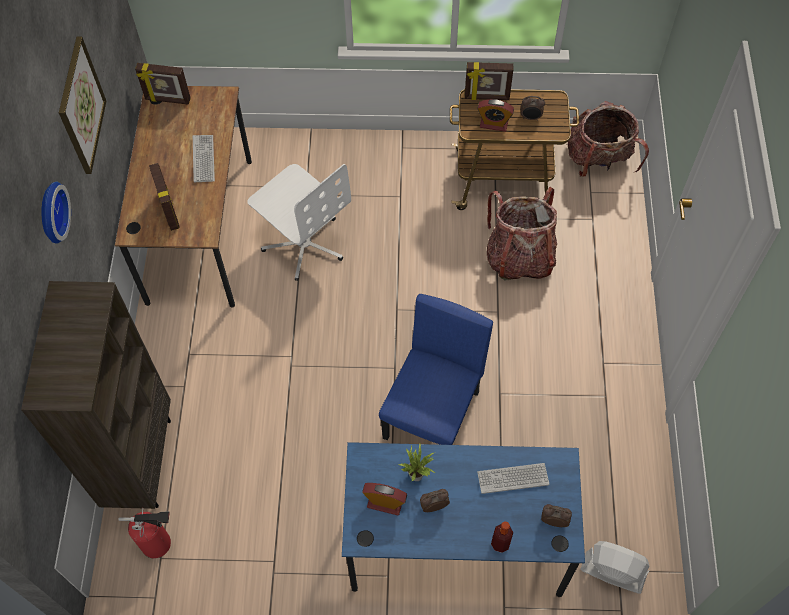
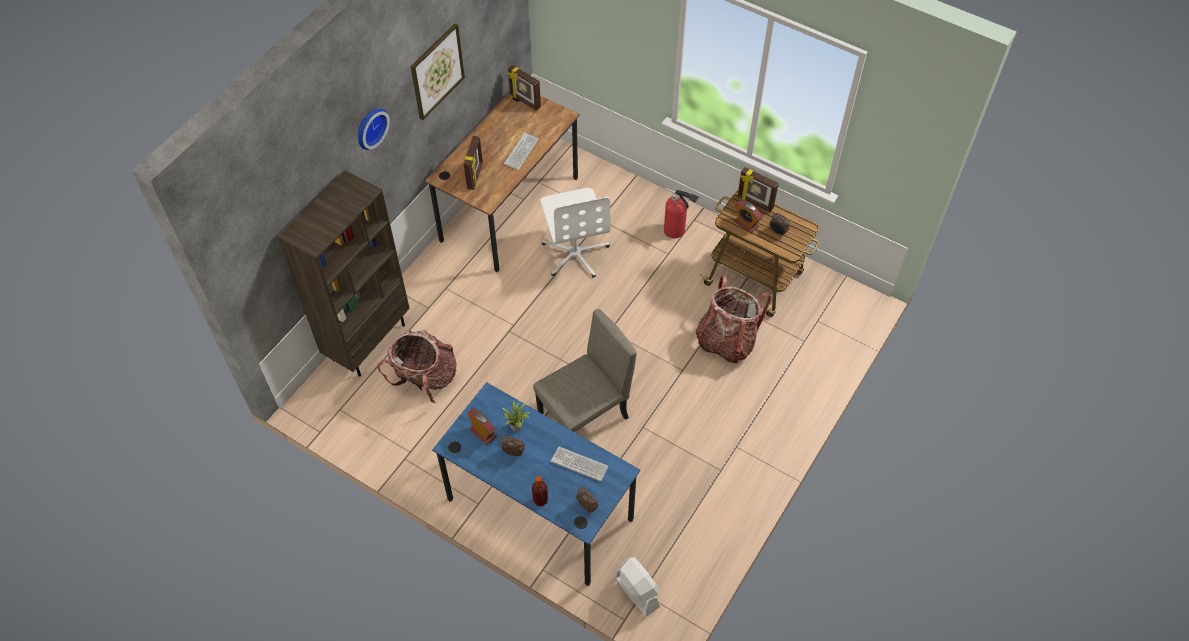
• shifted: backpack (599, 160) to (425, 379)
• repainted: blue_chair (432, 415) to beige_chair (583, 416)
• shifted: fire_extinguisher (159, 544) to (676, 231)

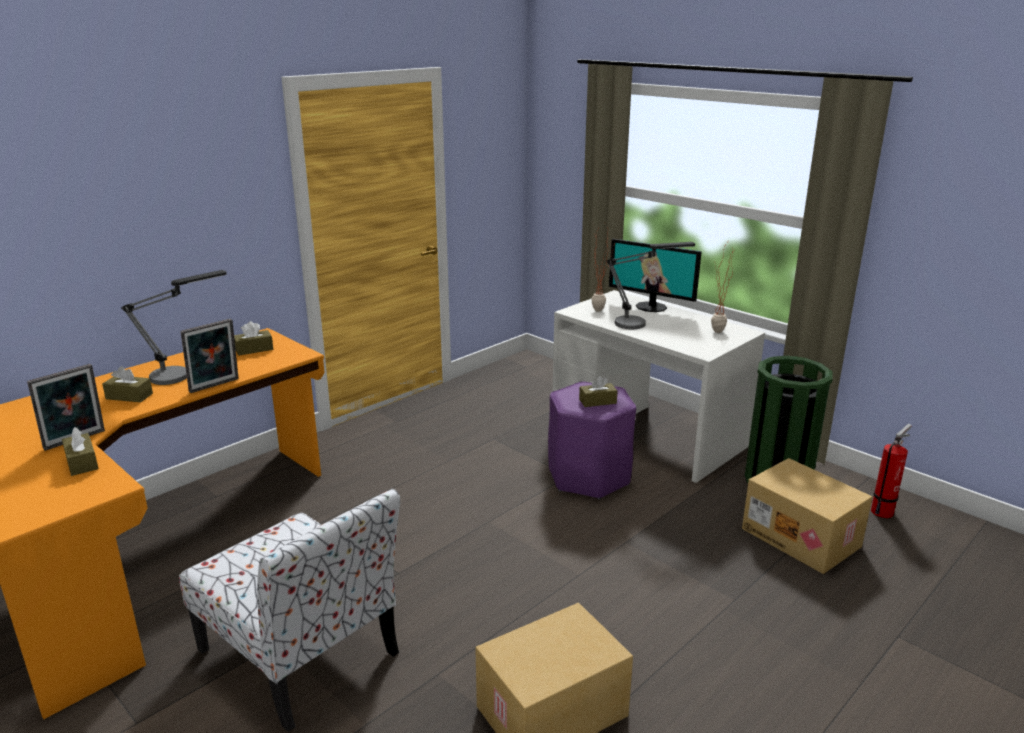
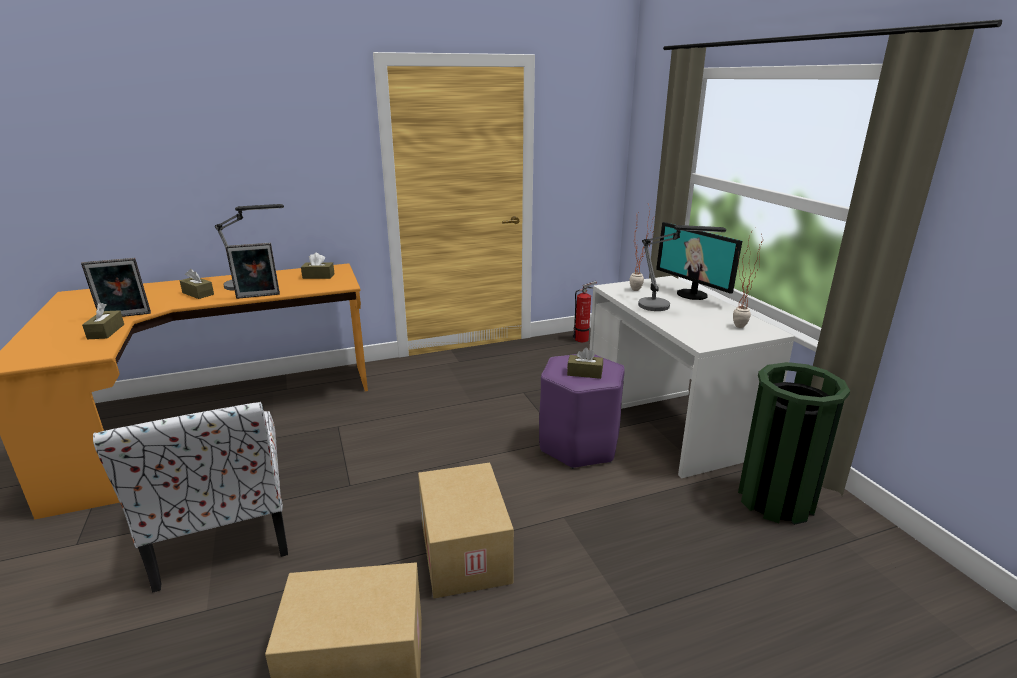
• shifted: cardboard_box (802, 537) to (466, 551)
• shifted: fire_extinguisher (883, 511) to (583, 339)

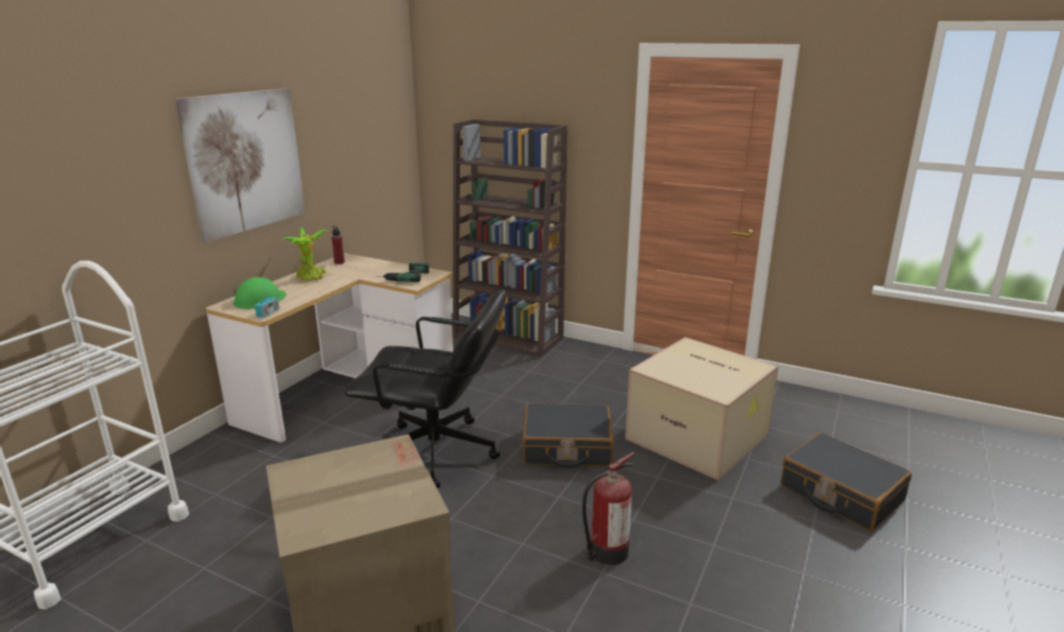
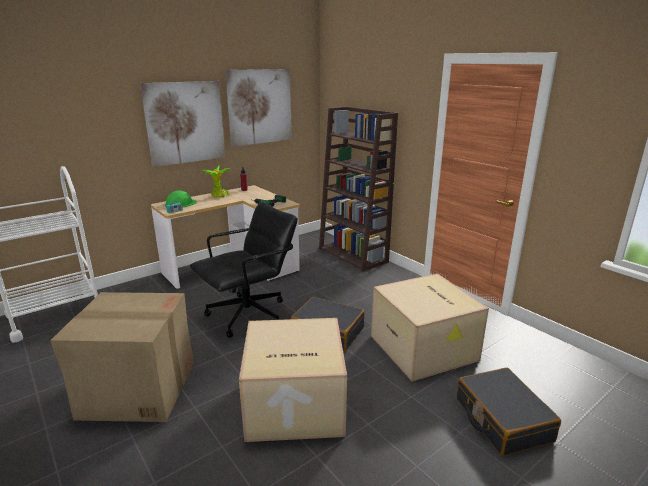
• rotated: black_office_chair (436, 453) = (249, 315) 75 degrees counterclockwise
• new: picture (260, 107)
• swapped: fire_extinguisher (607, 552) to cardboard_box (293, 404)

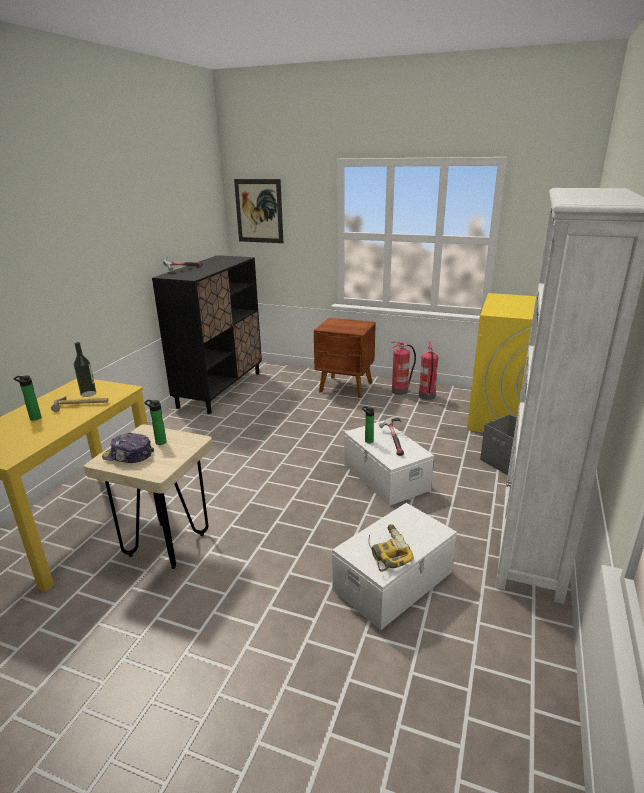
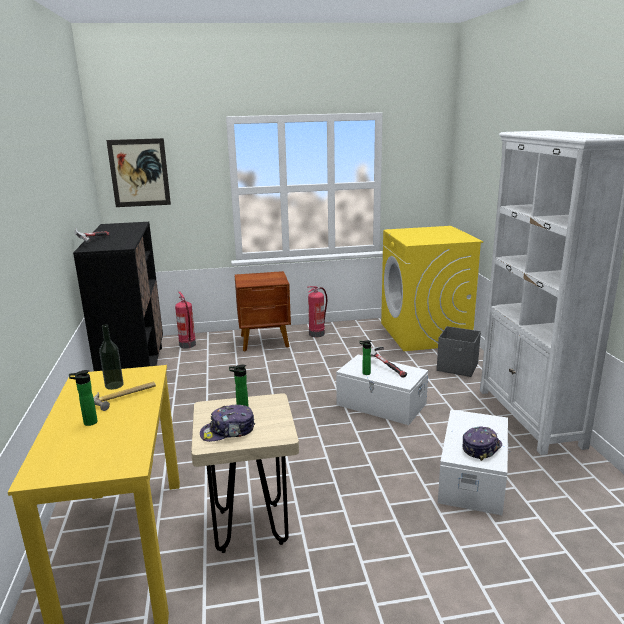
• shifted: fire_extinguisher (427, 396) to (188, 345)
• swapped: power_drill (387, 552) to cap (481, 448)

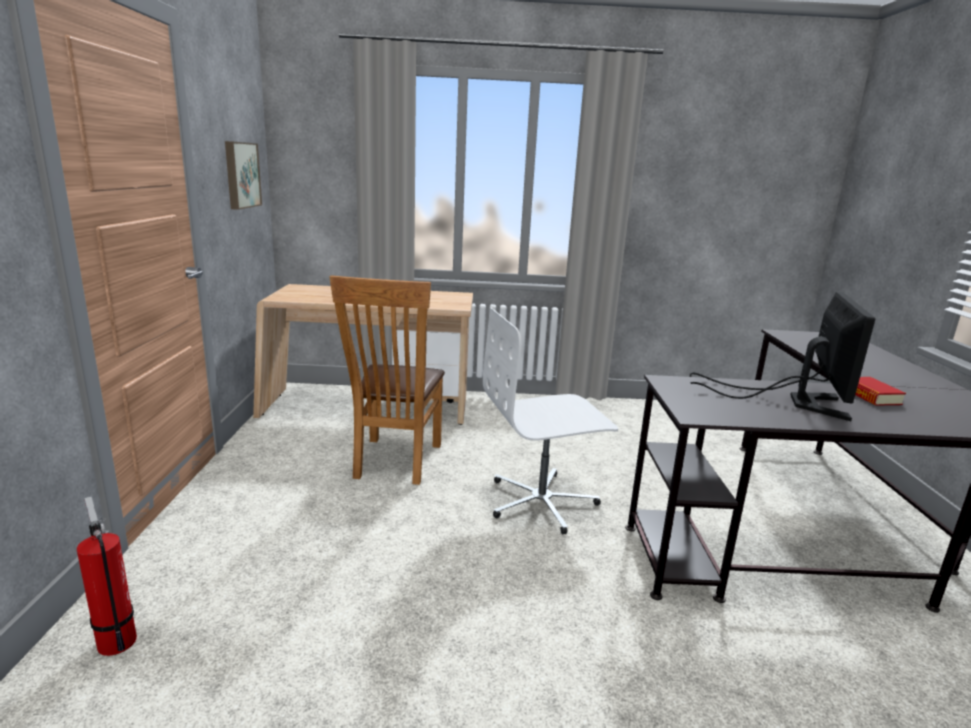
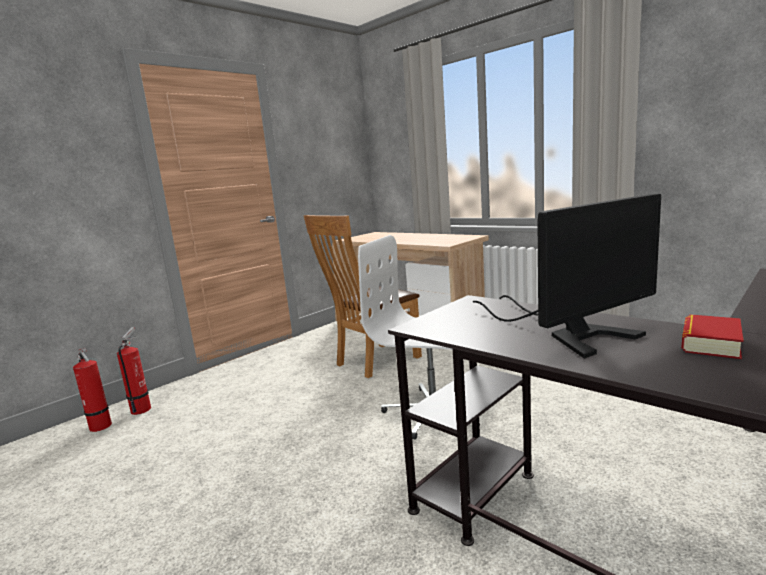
• new: fire_extinguisher (101, 427)
• gone: picture (240, 175)

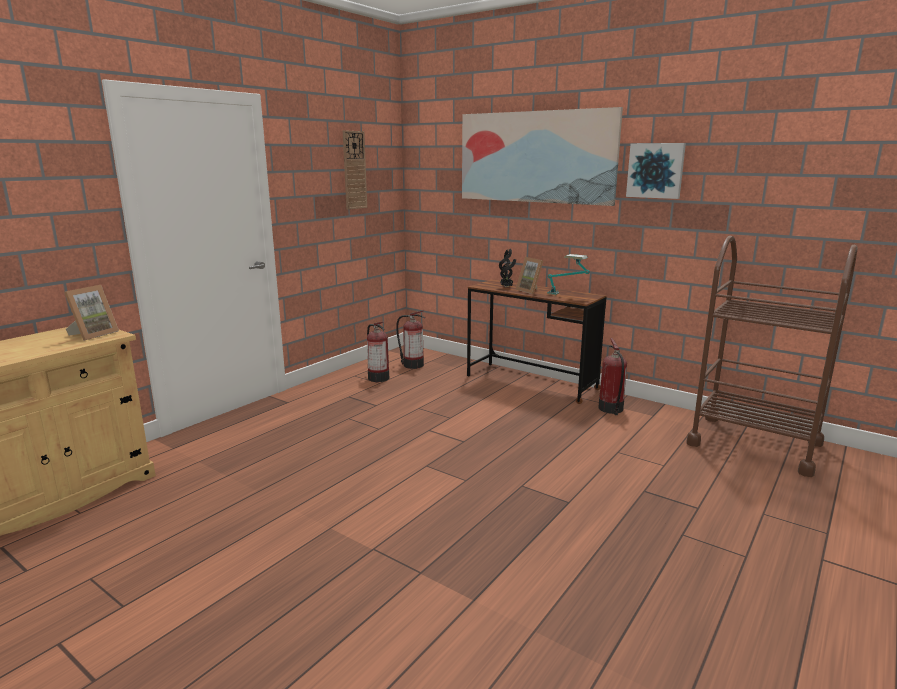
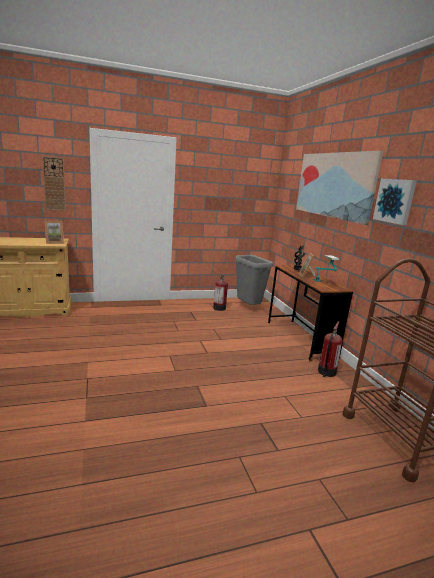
• shifted: wall_clock (354, 170) to (54, 184)
• swapped: fire_extinguisher (412, 365) to grey_trash_can (247, 307)

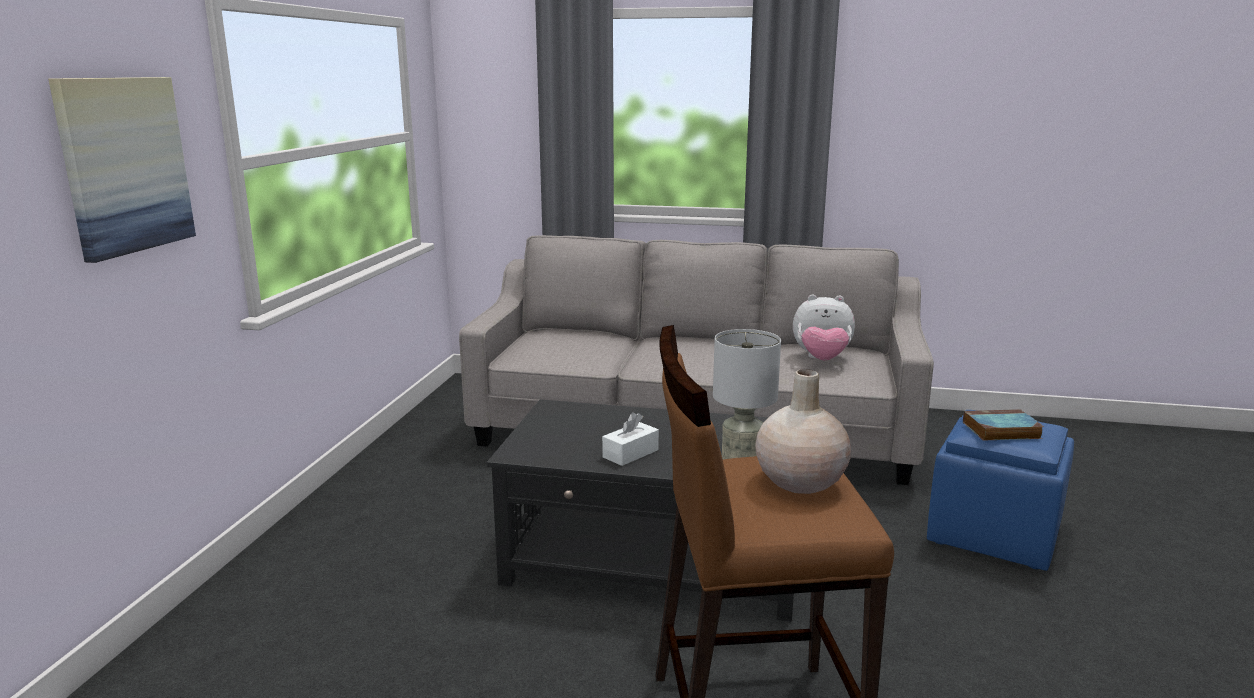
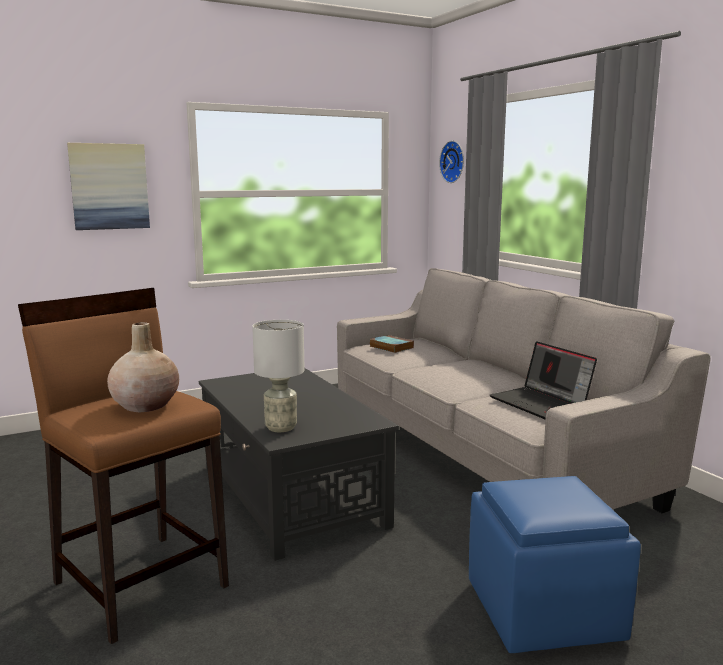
• shifted: book (1000, 430) to (390, 347)
• new: wall_clock (454, 162)
• swapped: plush_toy (821, 360) to laptop (541, 403)
• gone: white_tissue_box (630, 453)

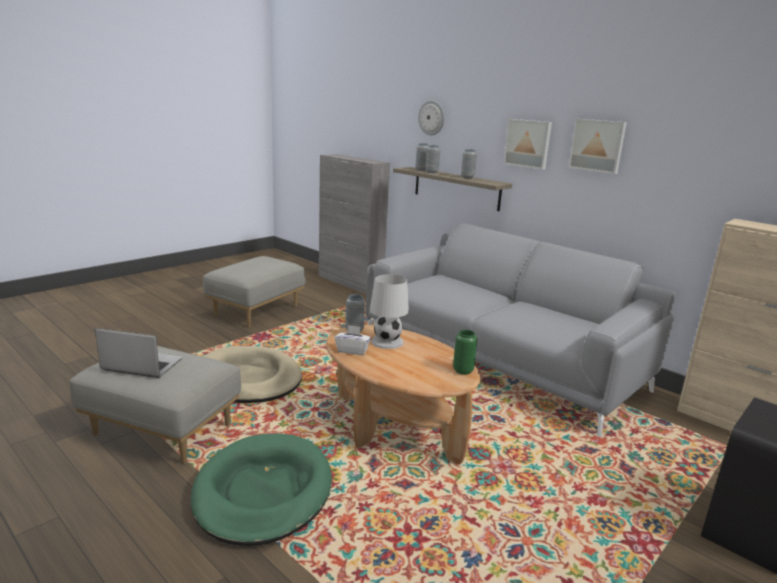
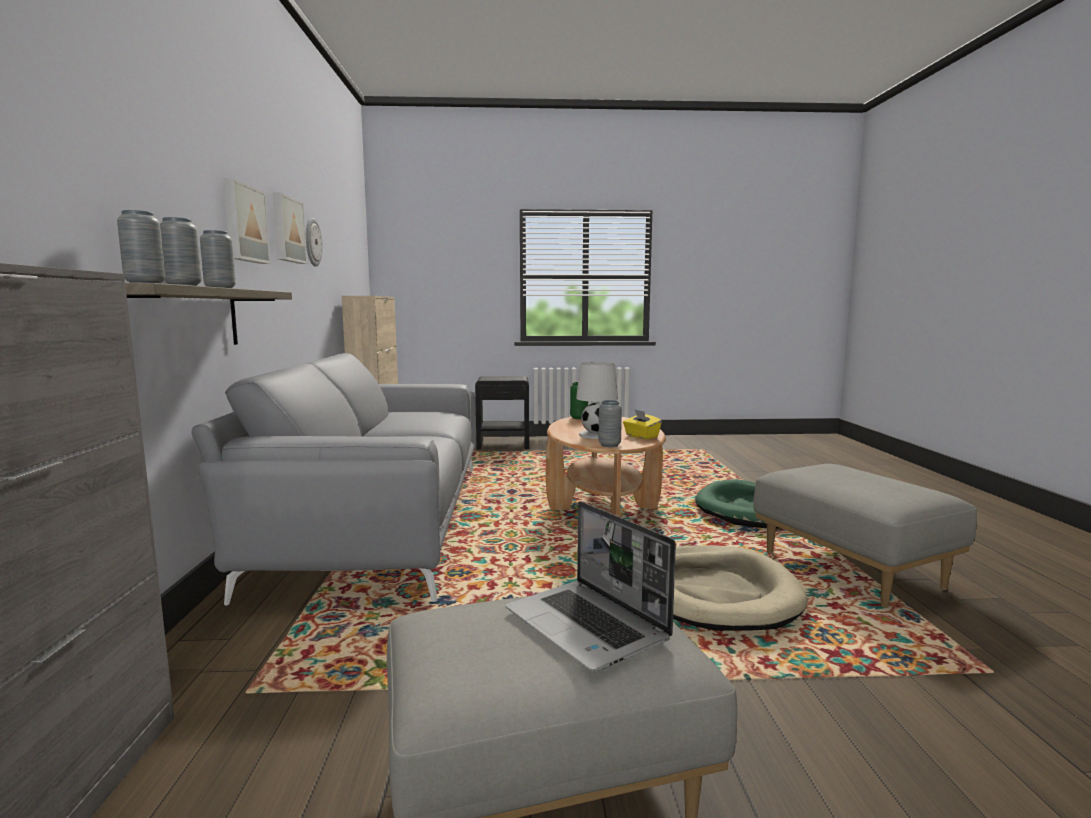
• shifted: wall_clock (431, 117) to (312, 242)
• shifted: laptop (141, 365) to (588, 626)
• repainted: white_tissue_box (352, 350) to yellow_tissue_box (641, 436)

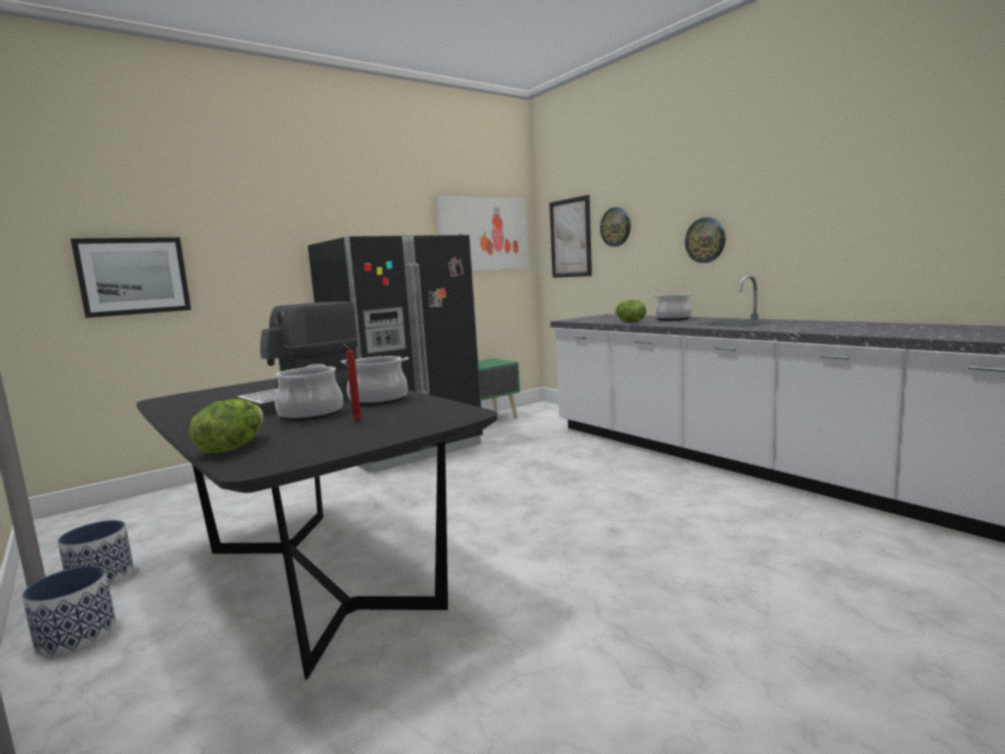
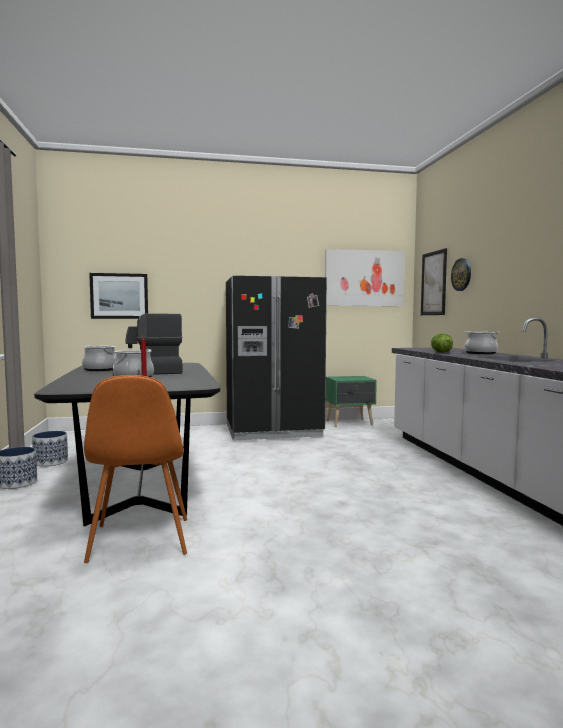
• shifted: cooking_pot (378, 400) to (100, 369)
• new: orange_chair (140, 541)
• gone: lettuce (231, 448)
• gone: wall_clock (705, 240)

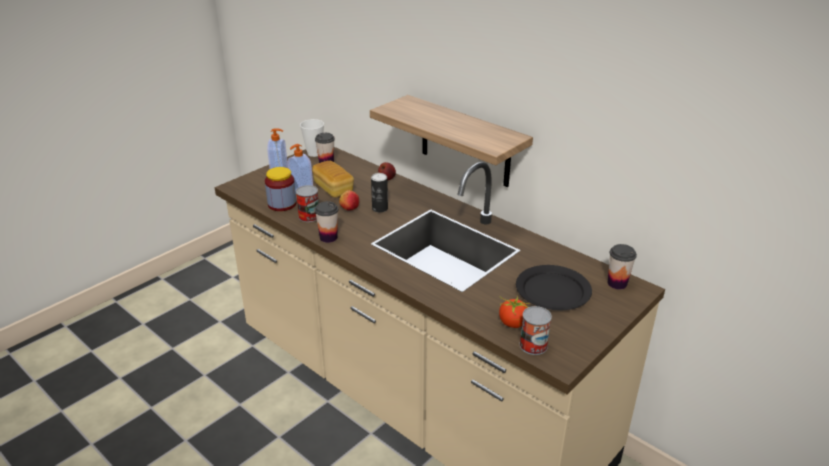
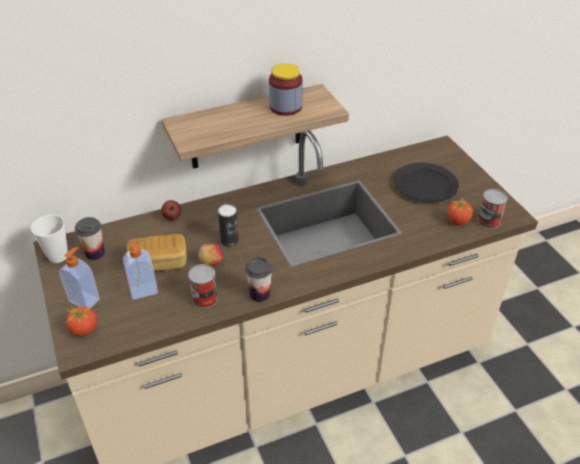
• new: tomato (84, 330)
• shifted: jar (282, 204) to (285, 107)
• gone: cup (617, 283)

